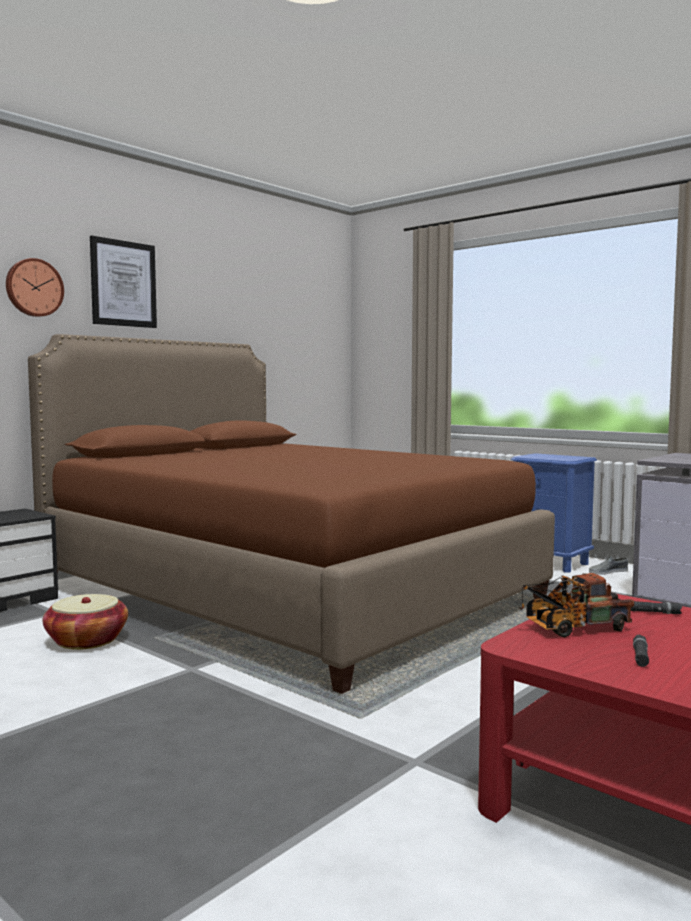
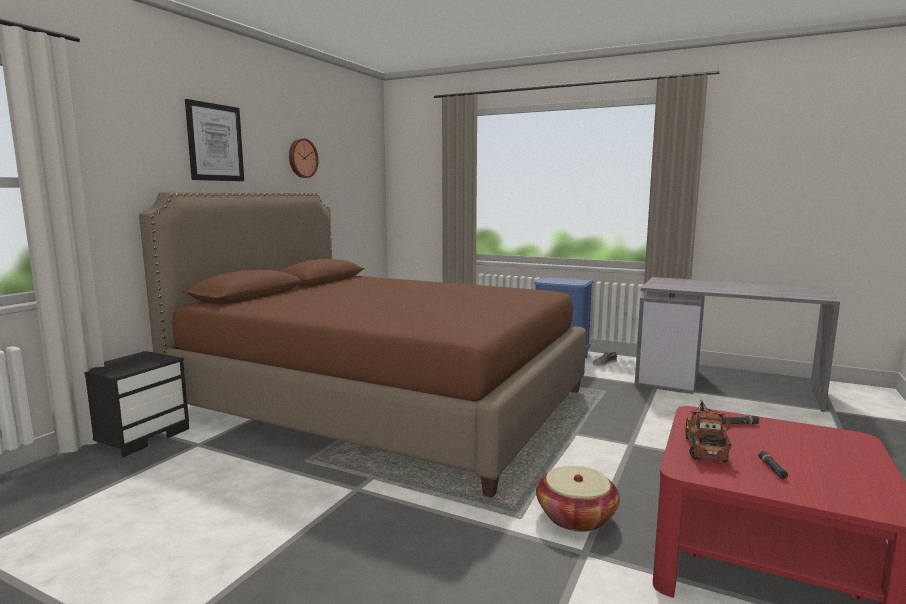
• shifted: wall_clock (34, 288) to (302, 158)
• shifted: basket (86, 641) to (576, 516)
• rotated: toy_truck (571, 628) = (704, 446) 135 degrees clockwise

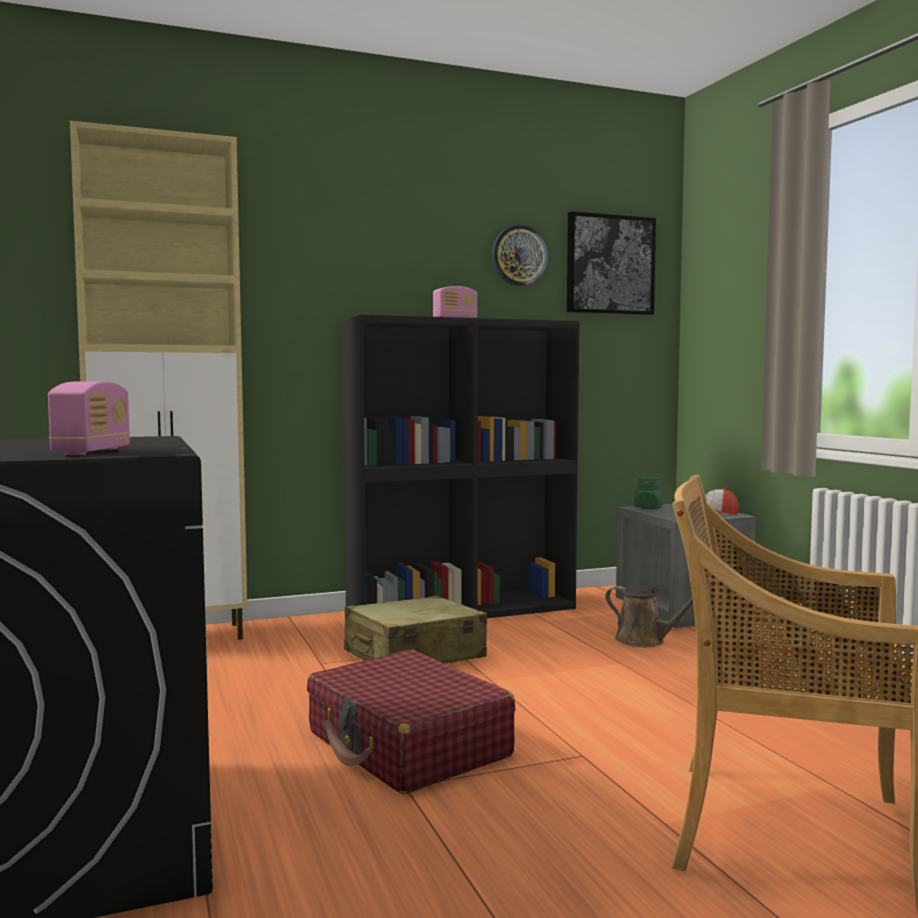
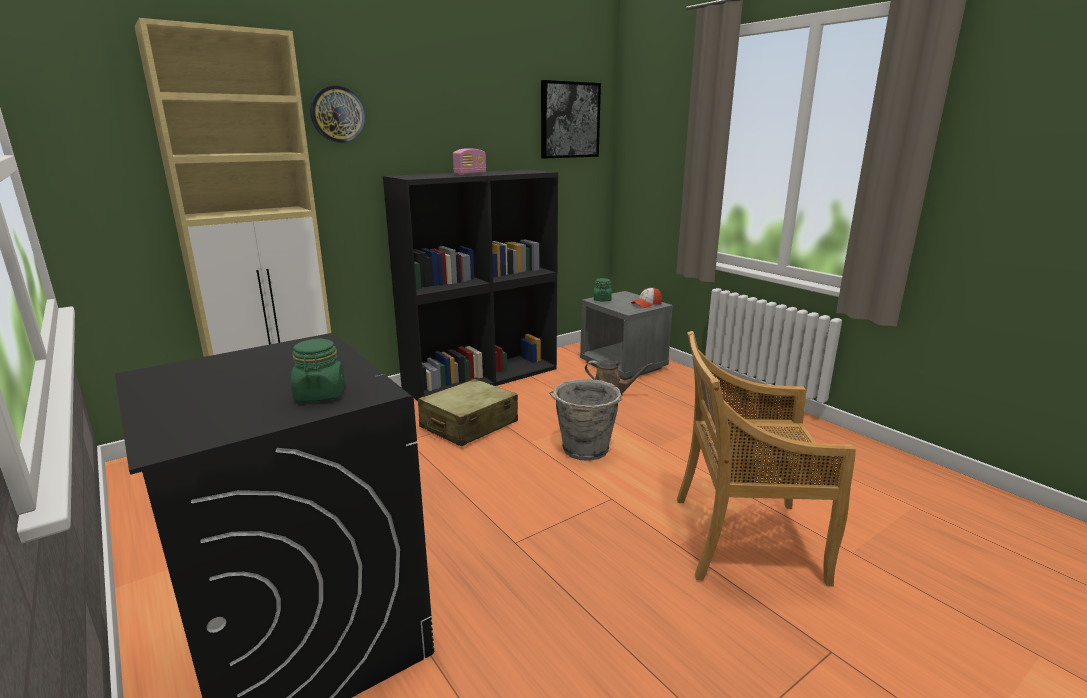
• swapped: radio (92, 451) to green_jar (320, 394)
• shifted: wall_clock (519, 256) to (337, 114)
• new: grey_bucket (585, 450)
• gone: red_suitcase (408, 745)

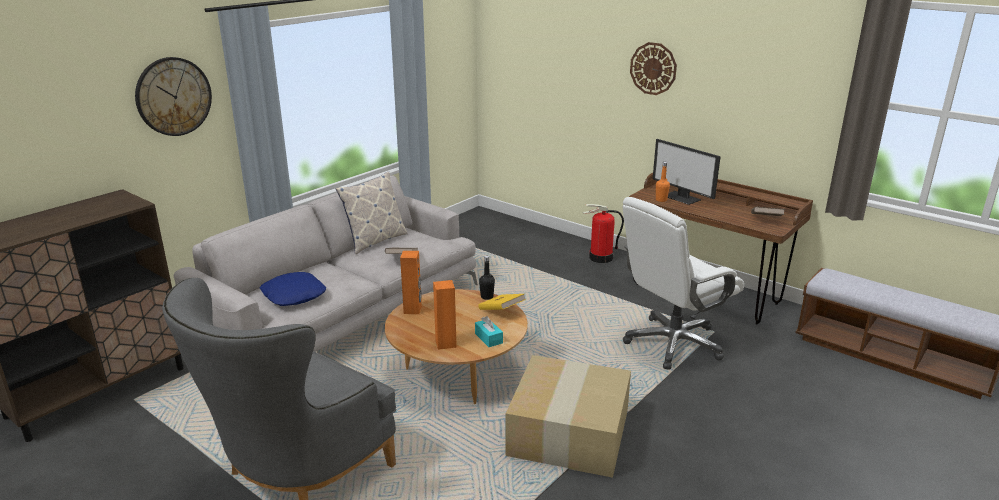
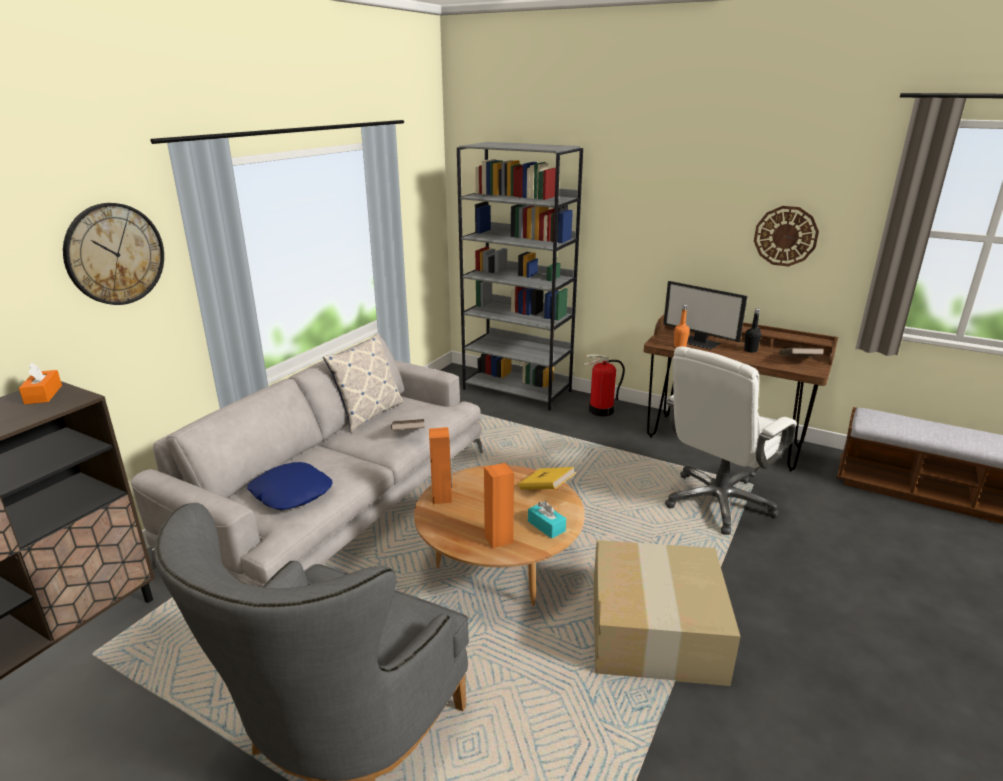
• new: orange_tissue_box (43, 394)
• new: grey_bookcase (518, 390)
• shifted: black_bottle (487, 297) to (750, 350)
• shifted: wall_clock (653, 68) to (785, 236)

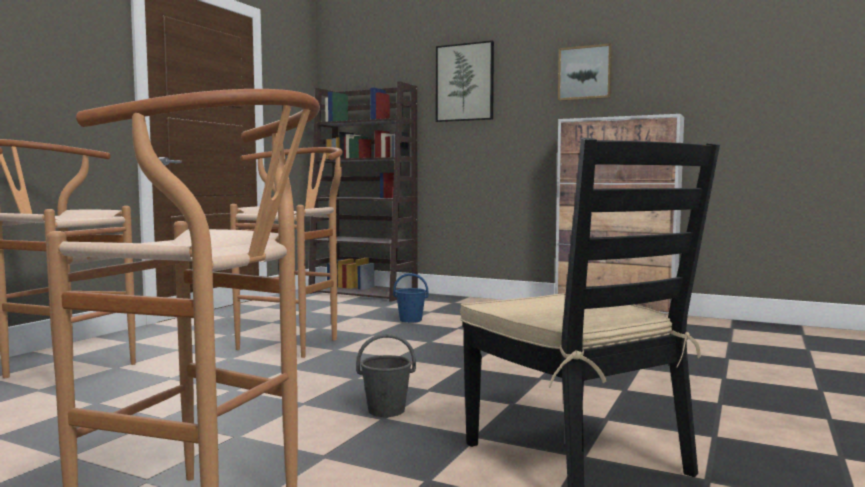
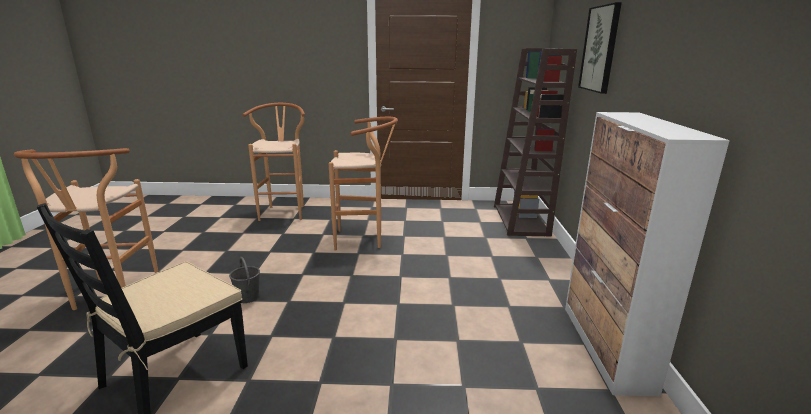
• gone: blue_bucket (411, 320)
• gone: picture (585, 73)

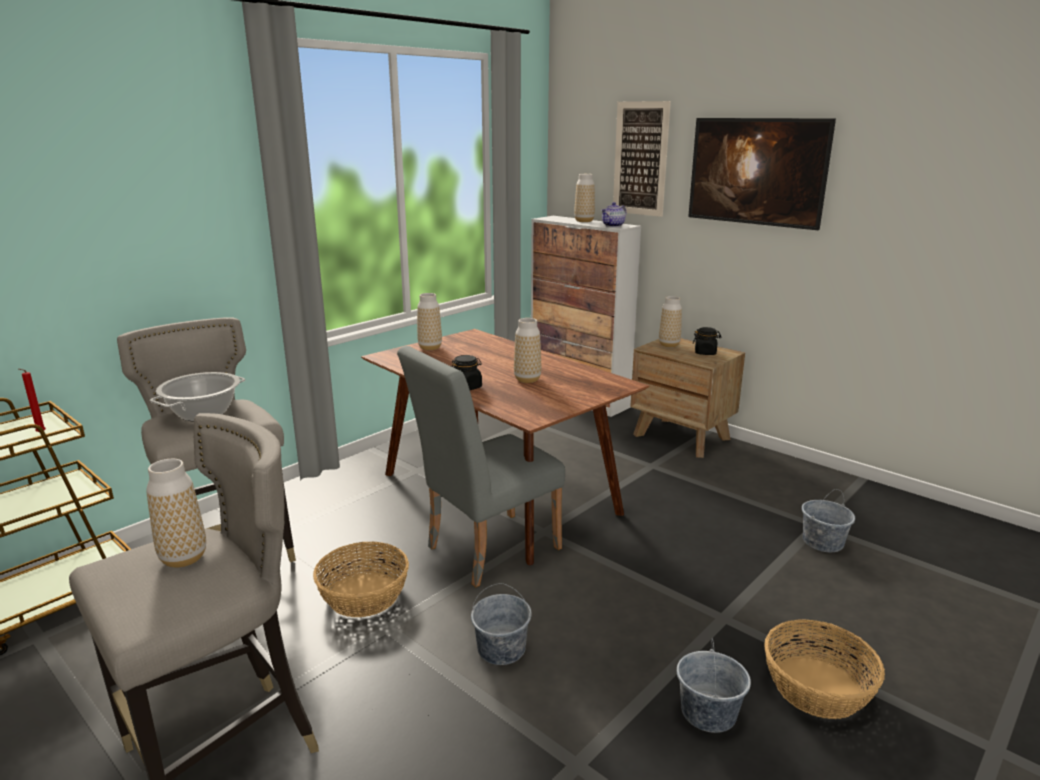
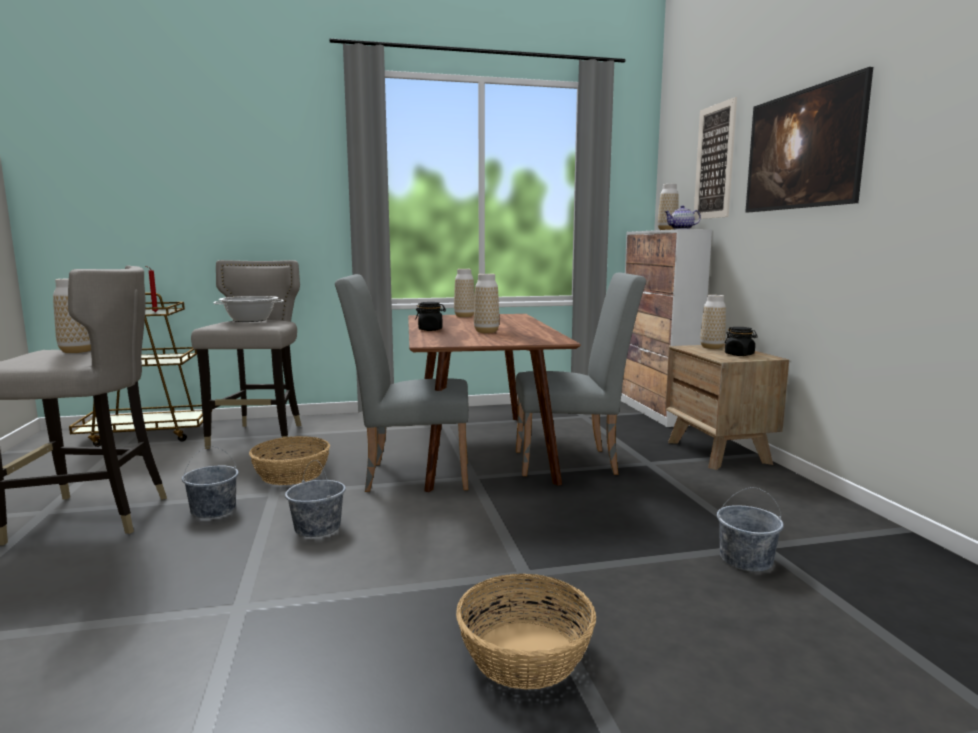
• shifted: grey_bucket (708, 713) to (213, 510)
• new: grey_chair (574, 462)

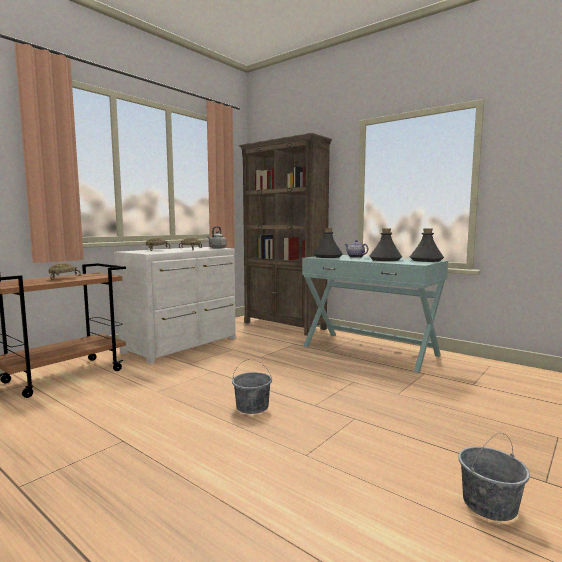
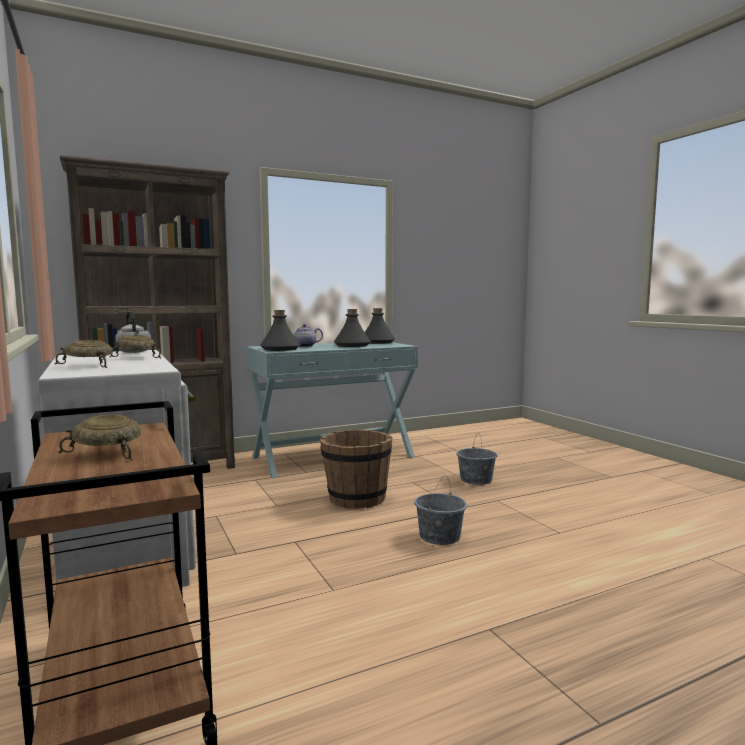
• new: brown_bucket (356, 499)
• shifted: grey_bucket (490, 504) to (476, 480)

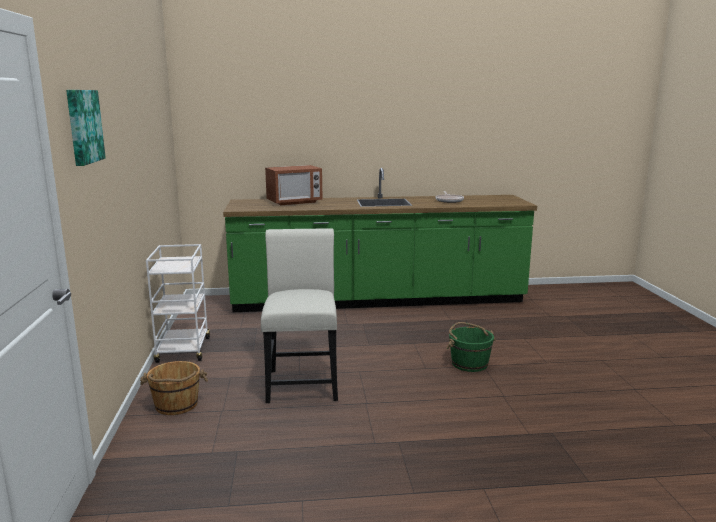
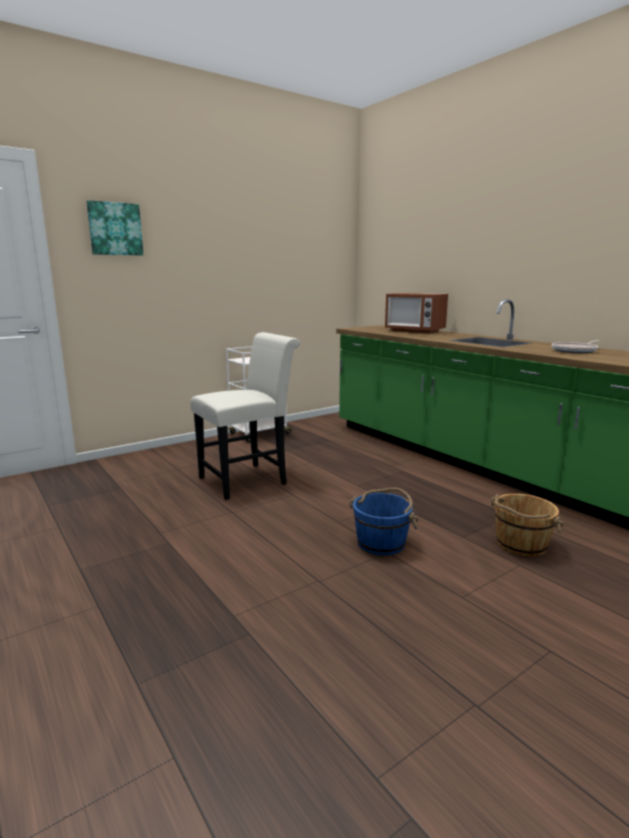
• repainted: green_bucket (469, 363) to blue_bucket (382, 542)
• shifted: brown_bucket (176, 405) to (520, 544)

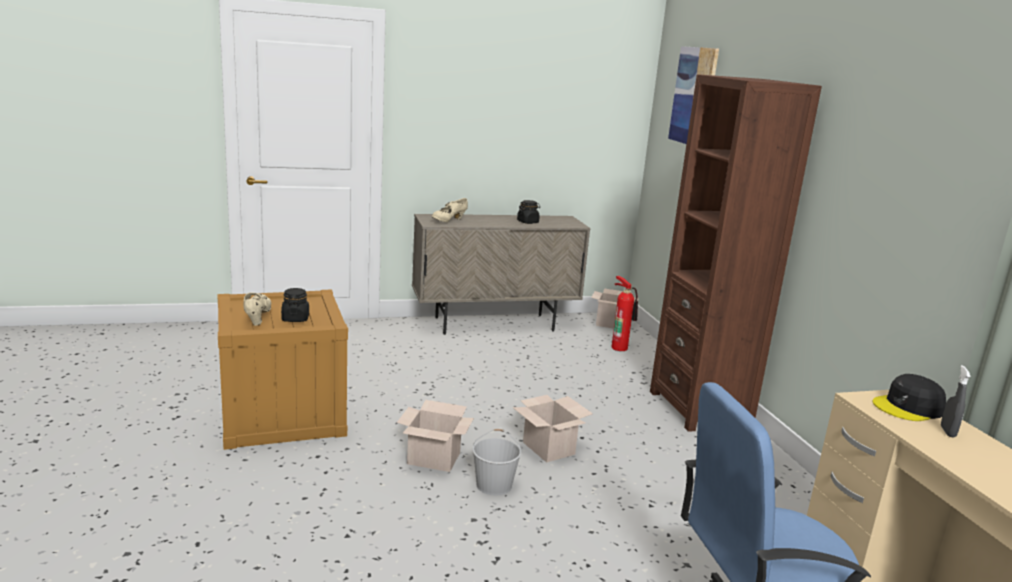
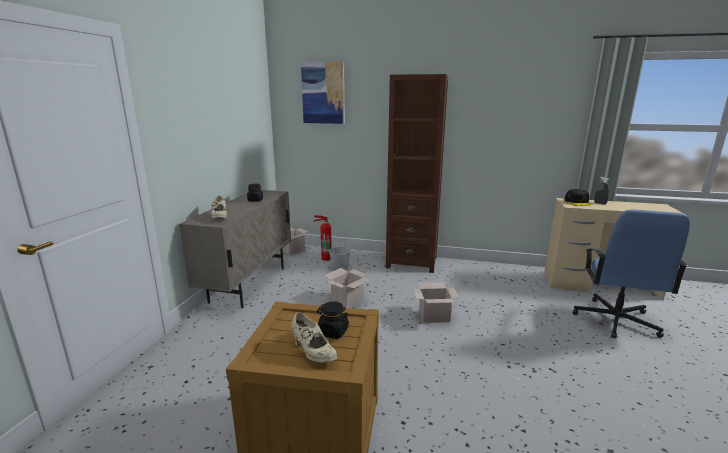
• rotated: beige_shoe (257, 317) = (313, 353) 150 degrees counterclockwise
• shifted: cardboard_box (432, 459) to (347, 300)
• shifted: white_bucket (494, 485) to (340, 267)

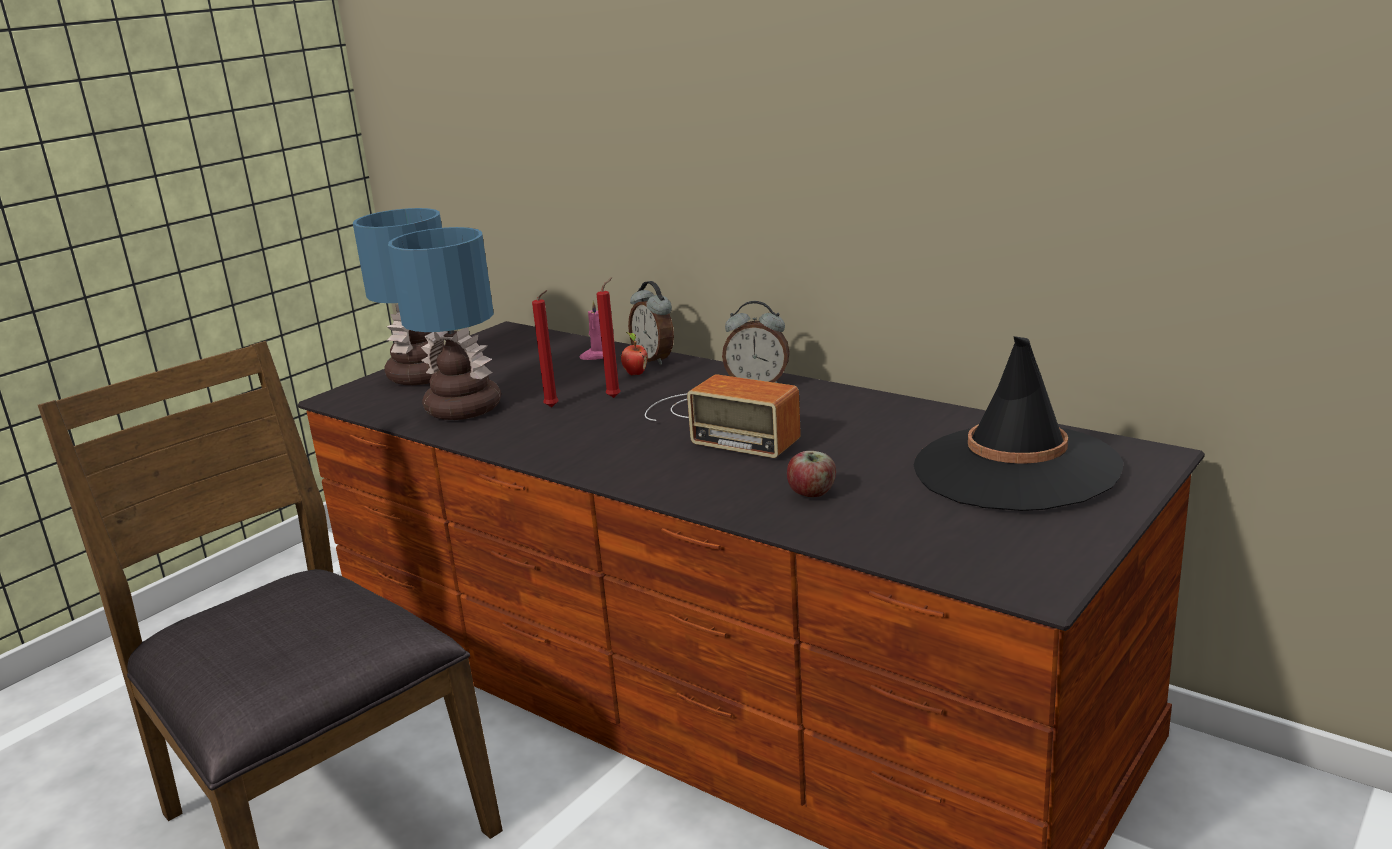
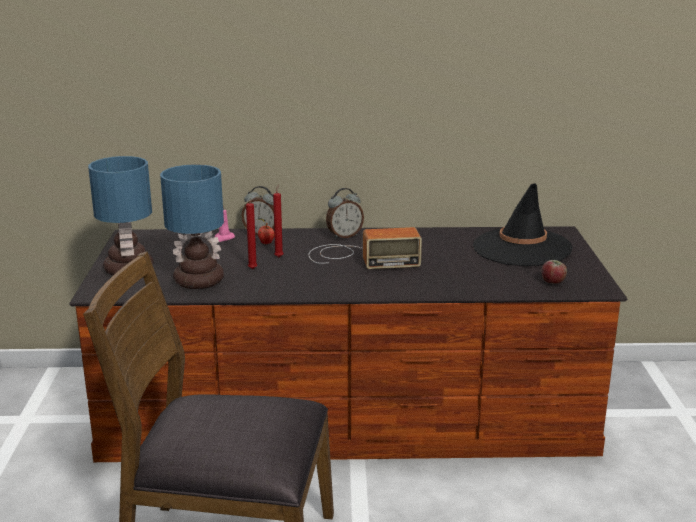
• shifted: apple (812, 494) to (553, 282)

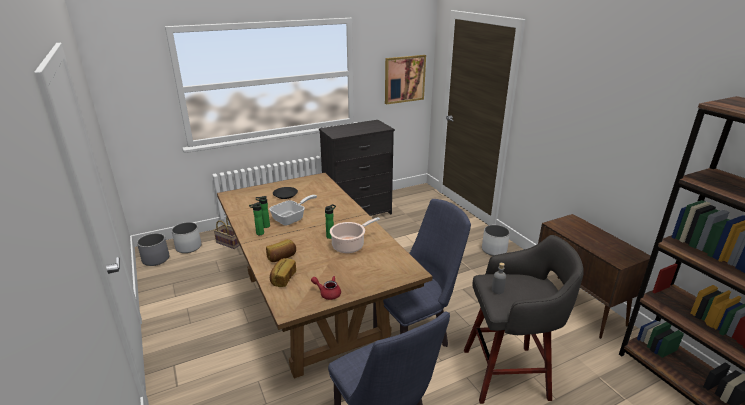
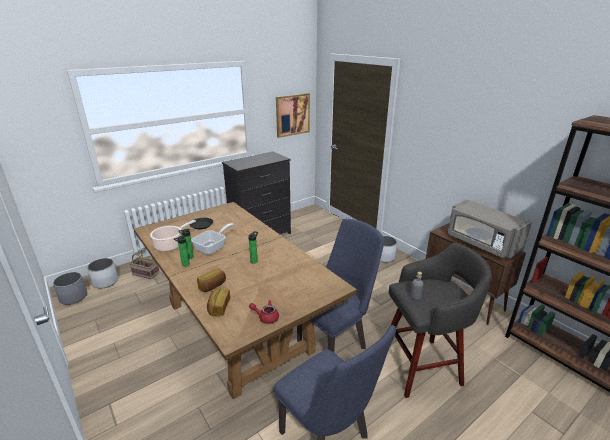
• shifted: cooking_pot (350, 245) to (170, 245)
• new: grey_microwave (482, 243)

